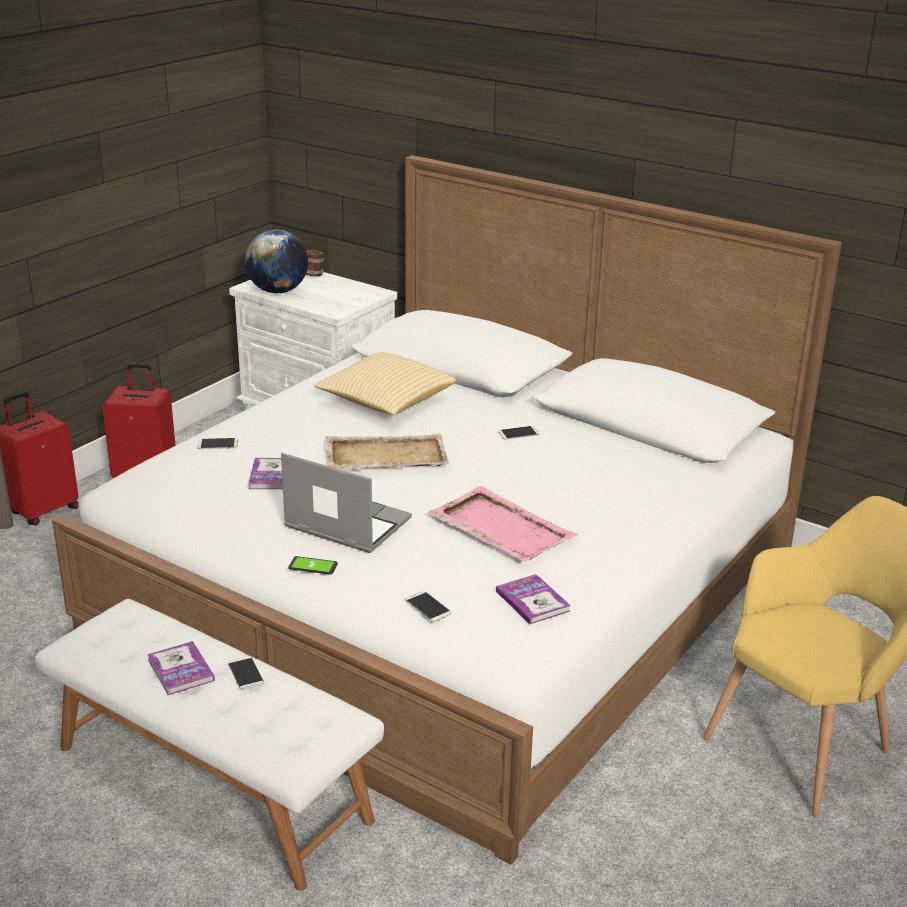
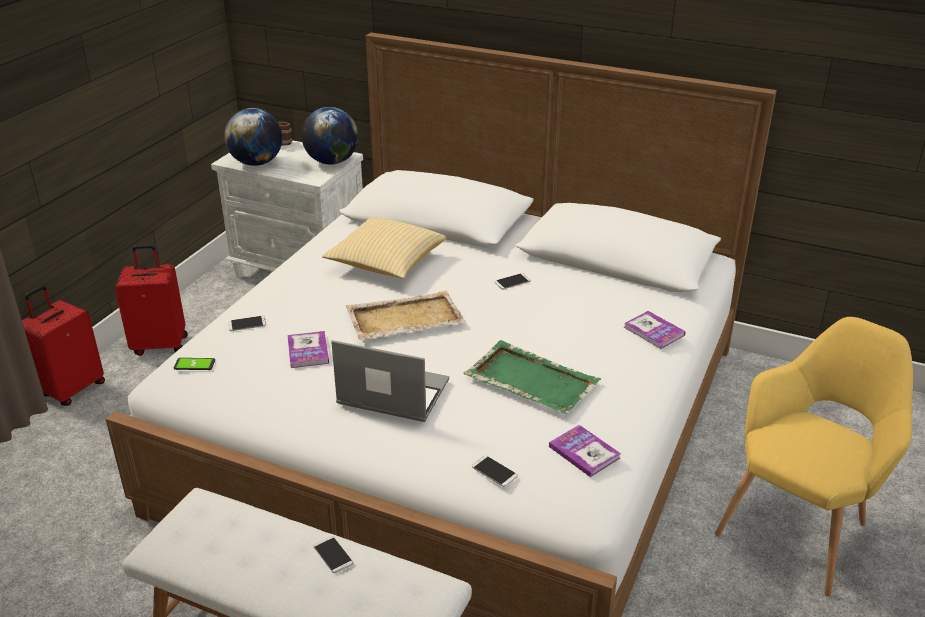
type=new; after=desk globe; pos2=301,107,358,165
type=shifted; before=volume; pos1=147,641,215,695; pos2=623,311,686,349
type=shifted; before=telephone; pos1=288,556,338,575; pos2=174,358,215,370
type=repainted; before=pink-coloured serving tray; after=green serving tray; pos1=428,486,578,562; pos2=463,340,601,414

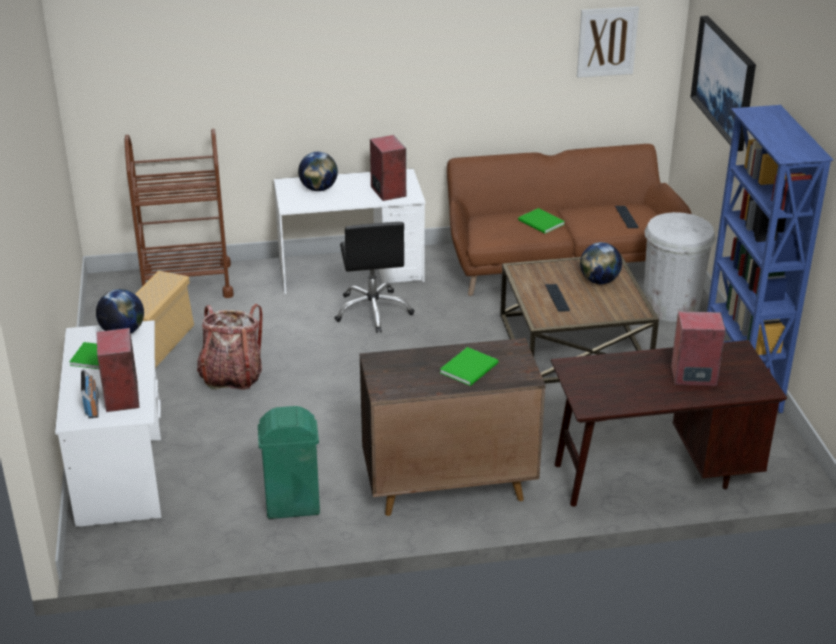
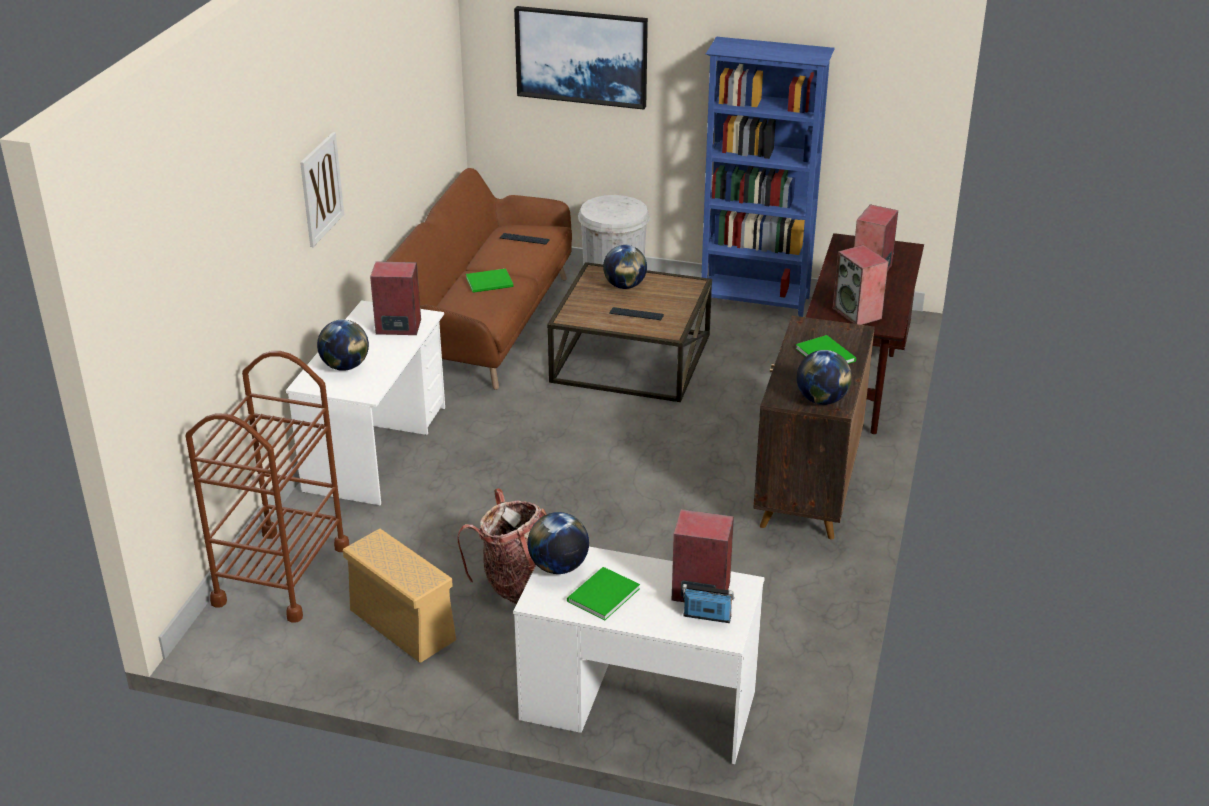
type=gone; before=green rubbish bin; pos1=258,406,320,519
type=gone; before=blackish computer chair; pos1=335,222,414,333
type=new; after=desk globe; pos2=797,350,852,405
type=new; after=speaker; pos2=833,245,888,325
type=shifted; before=wall picture; pos1=577,6,639,78; pos2=300,132,344,247

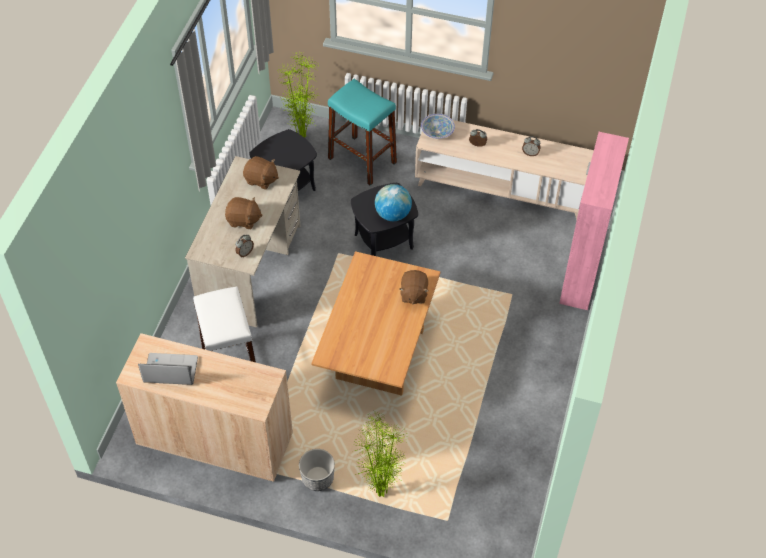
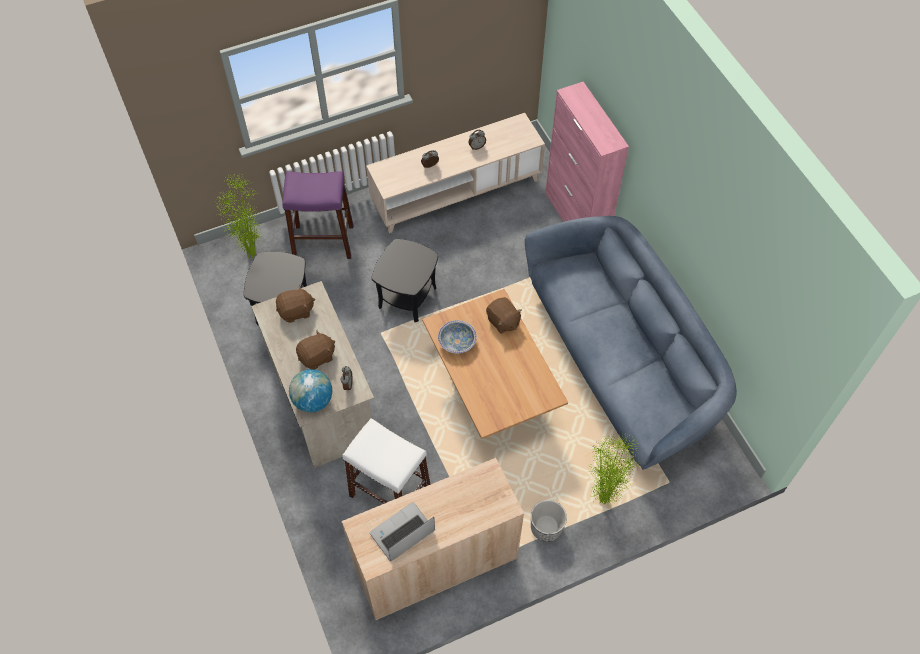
type=new; after=blue-coloured sofa; pos2=525,216,737,470
type=shifted; before=desk globe; pos1=375,184,412,221; pos2=289,369,332,412
type=shifted; before=deep dish; pos1=421,114,455,139; pos2=438,320,477,354
type=repainted; before=turquoise-coloured sitting stool; after=purplish sitting stool; pos1=328,79,397,186; pos2=282,171,353,259

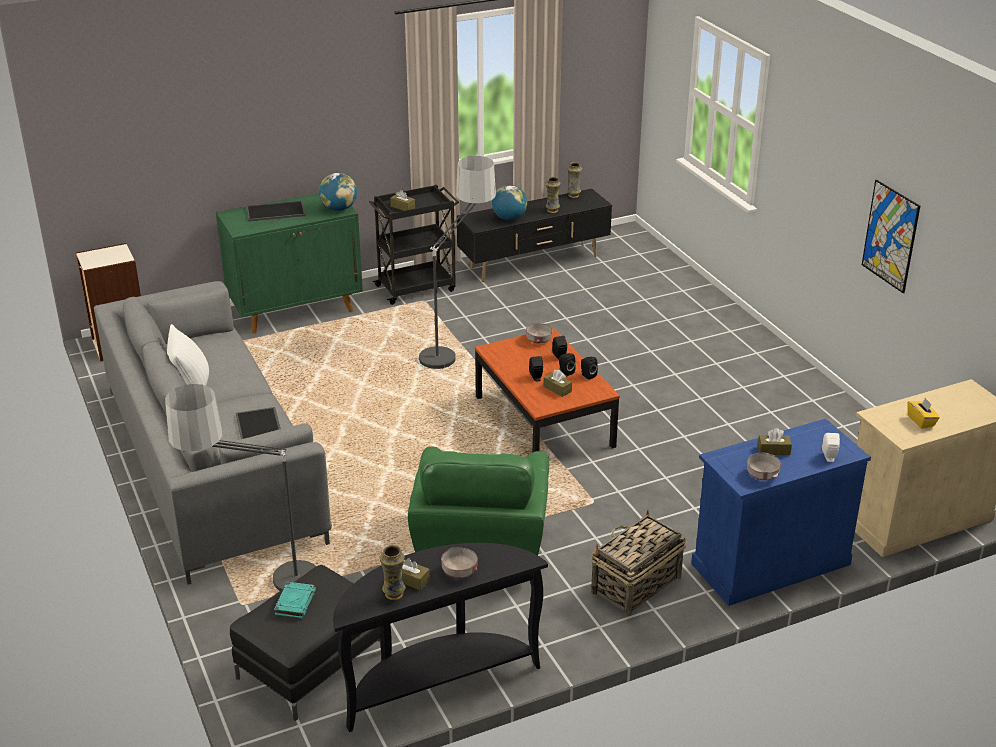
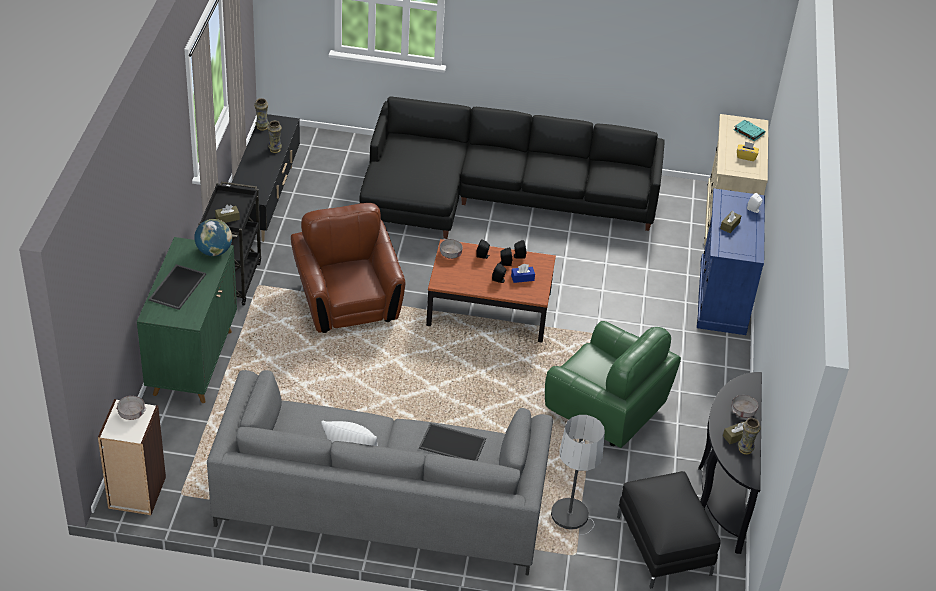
type=gone; before=desk globe; pos1=492,185,527,221
type=gone; before=household basket; pos1=591,510,686,616
type=gone; before=wall picture; pos1=862,180,920,293
type=new; after=blackish sofa; pos2=359,96,665,239
type=shifted; before=turquoise-coloured volume; pos1=274,582,316,619; pos2=734,119,765,141
type=shifted; before=gray deep dish; pos1=747,452,781,480; pos2=116,396,146,420
type=swapped; before=standard lamp; after=brown lounge chair; pos1=419,156,496,369; pos2=291,203,405,333
type=repainted; before=brown tissue box; after=blue-coloured tissue box; pos1=544,370,572,397; pos2=511,264,535,283

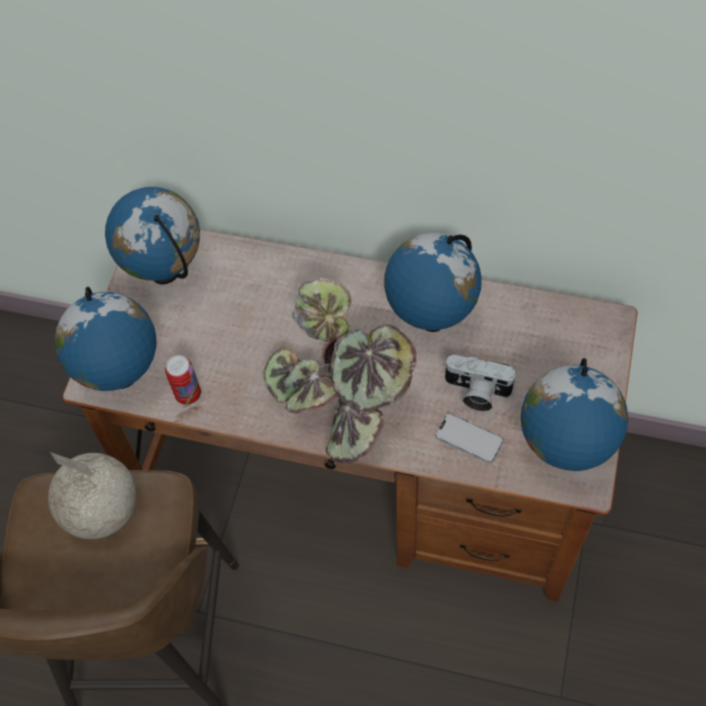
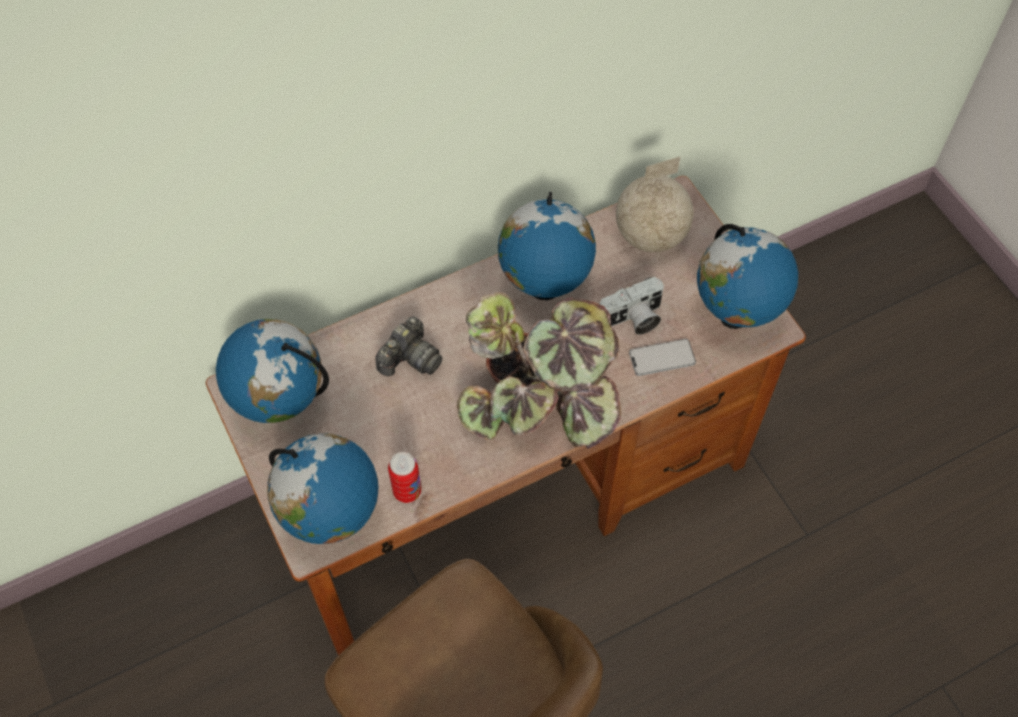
type=new; after=photo camera; pos2=375,317,443,376
type=shifted; before=desk globe; pos1=48,452,136,539; pos2=616,156,694,252

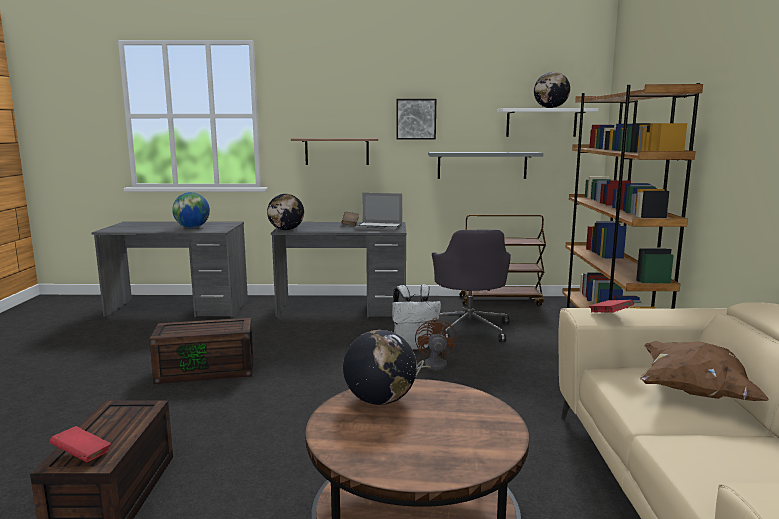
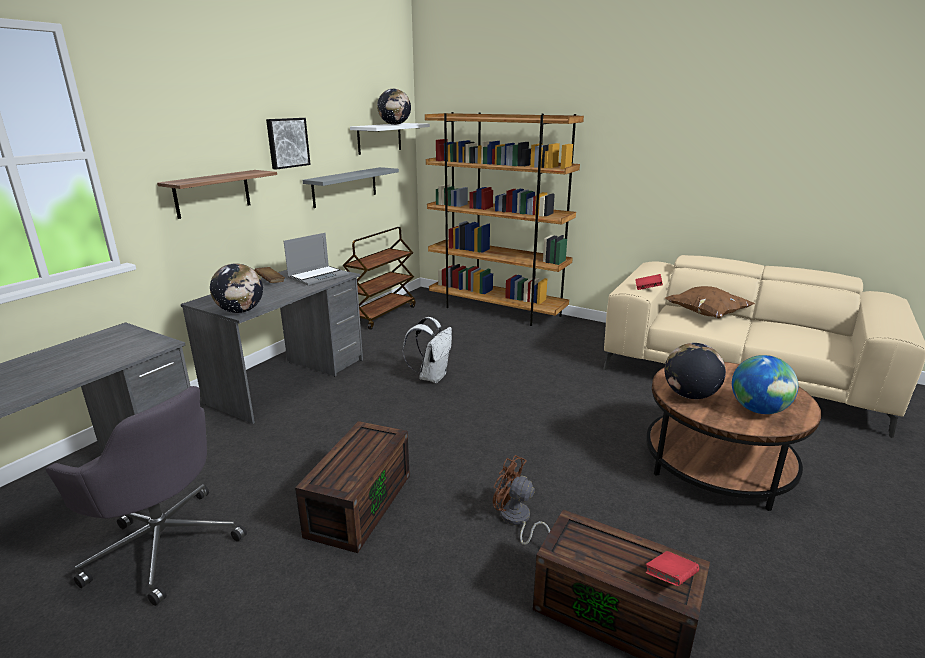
type=shifted; before=desk globe; pos1=172,192,210,228; pos2=732,355,798,414
type=shifted; before=brown electric fan; pos1=415,317,457,378; pos2=493,455,550,545
type=shifted; before=gray computer chair; pos1=432,230,511,342; pos2=45,386,247,606

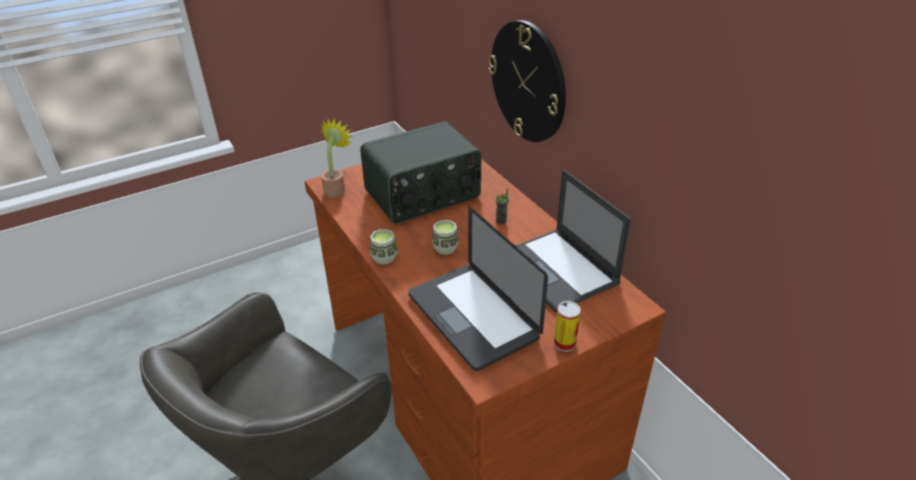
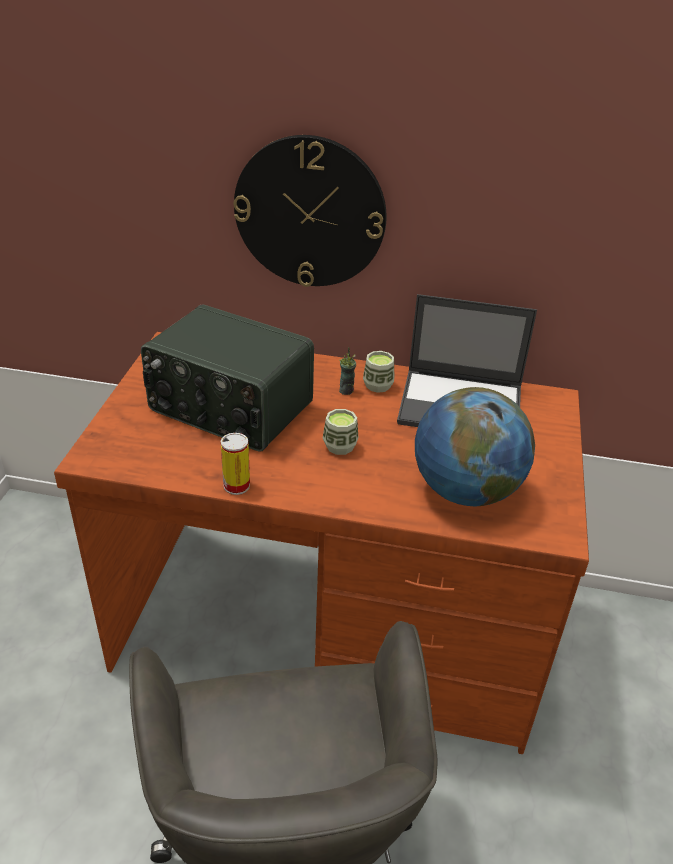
type=gone; before=plant in a pot; pos1=321,118,353,197
type=shifted; before=cup; pos1=370,229,398,264; pos2=363,351,394,393
type=shifted; before=sealed can; pos1=554,301,581,352; pos2=220,433,250,495
type=swapped; before=laptop; after=desk globe; pos1=408,207,548,371; pos2=415,387,535,506
type=rotated; before=radio receiver; pos1=360,122,481,224; pos2=141,304,314,452; turn=105

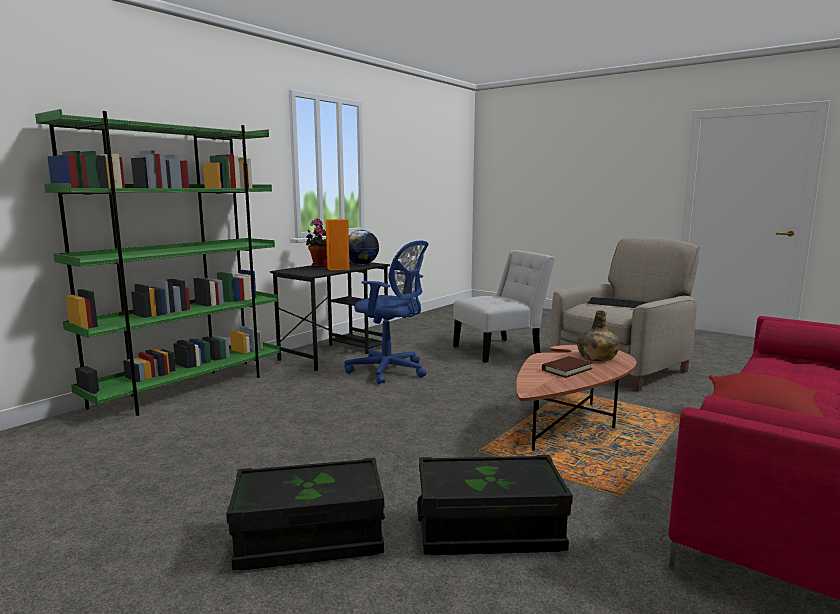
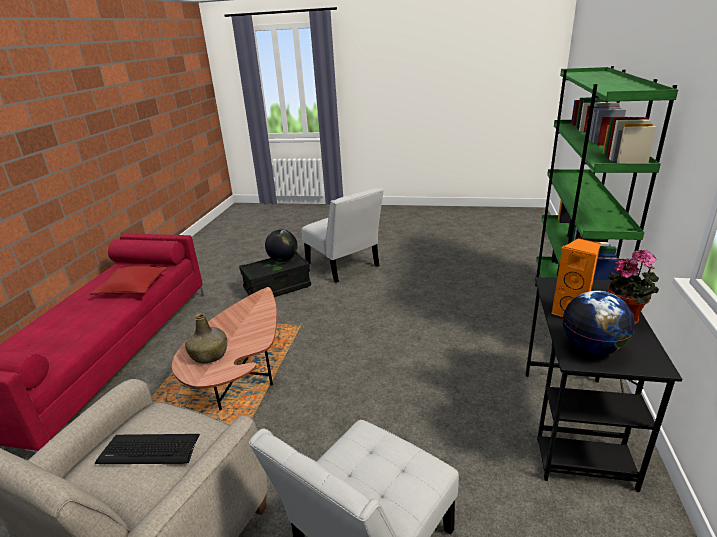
type=gone; before=blue-coloured computer chair; pos1=344,241,429,384
type=gone; before=brown volume; pos1=542,356,593,378
type=new; after=desk globe; pos2=265,229,297,262
type=swapped; before=blackish storage container; after=white chair; pos1=226,457,385,571; pos2=302,187,384,283

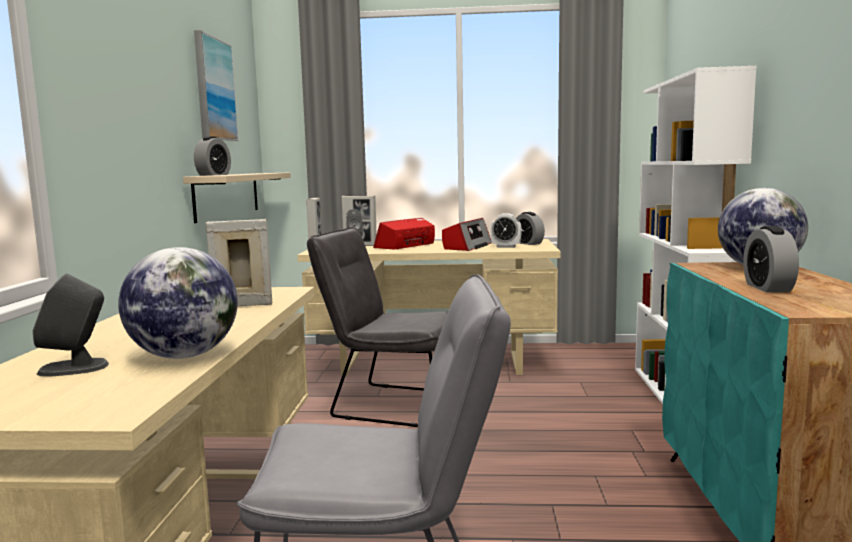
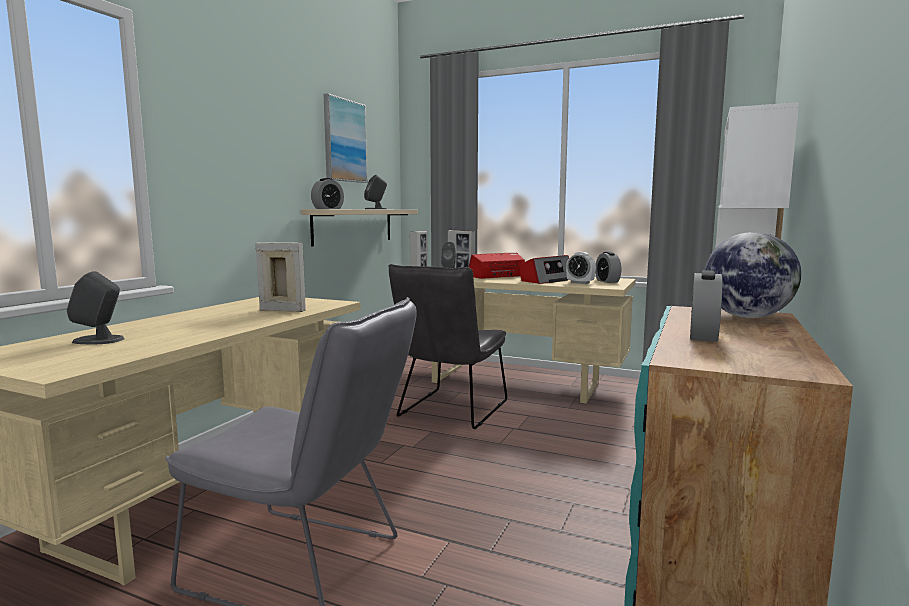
type=gone; before=desk globe; pos1=118,247,238,359
type=new; after=gray speaker; pos2=364,175,387,209
type=rotated; before=gray chair; pos1=307,227,448,427; pos2=388,264,507,429; turn=-105

